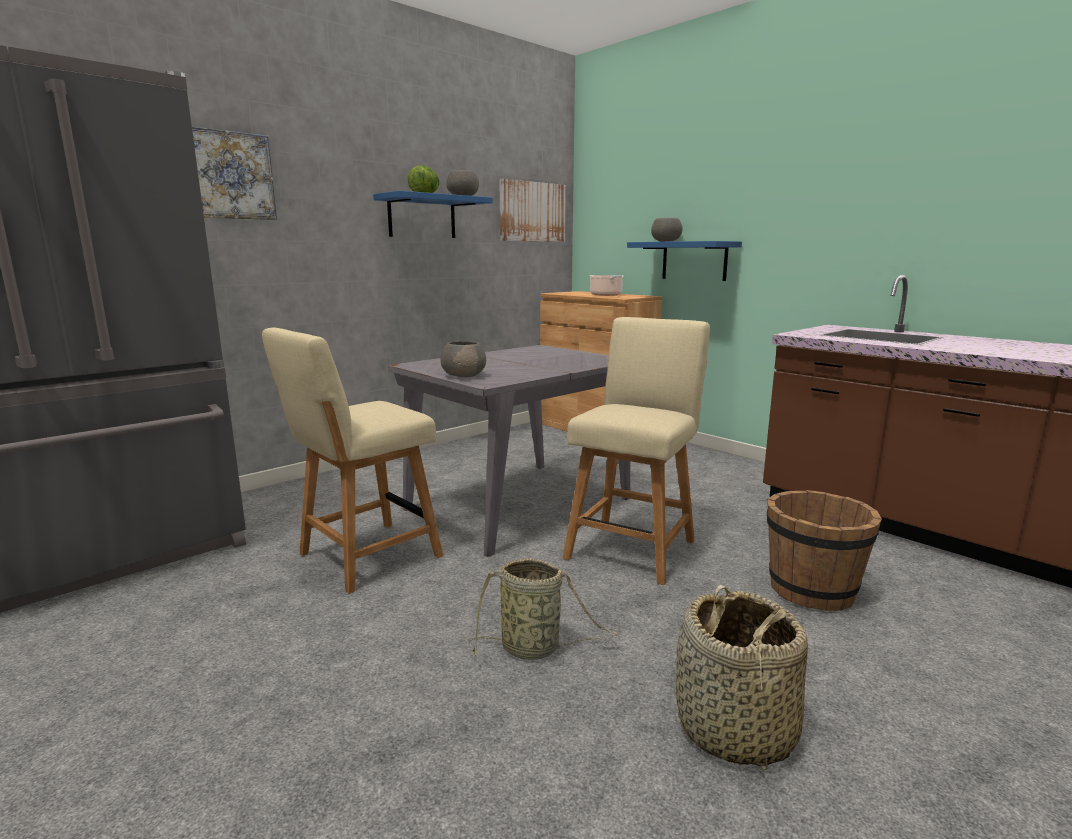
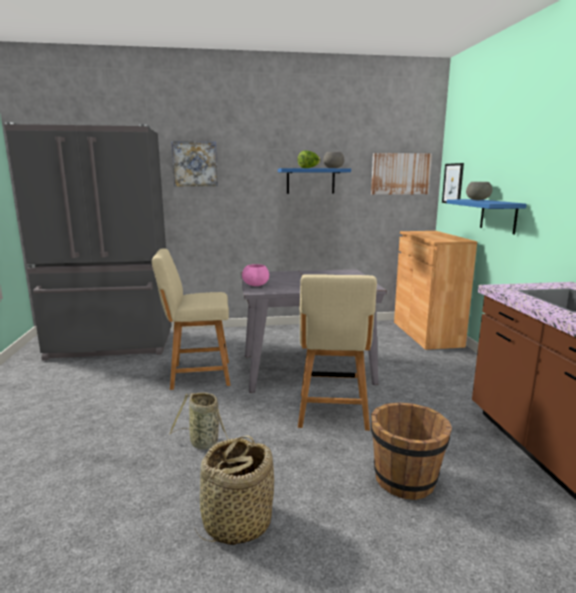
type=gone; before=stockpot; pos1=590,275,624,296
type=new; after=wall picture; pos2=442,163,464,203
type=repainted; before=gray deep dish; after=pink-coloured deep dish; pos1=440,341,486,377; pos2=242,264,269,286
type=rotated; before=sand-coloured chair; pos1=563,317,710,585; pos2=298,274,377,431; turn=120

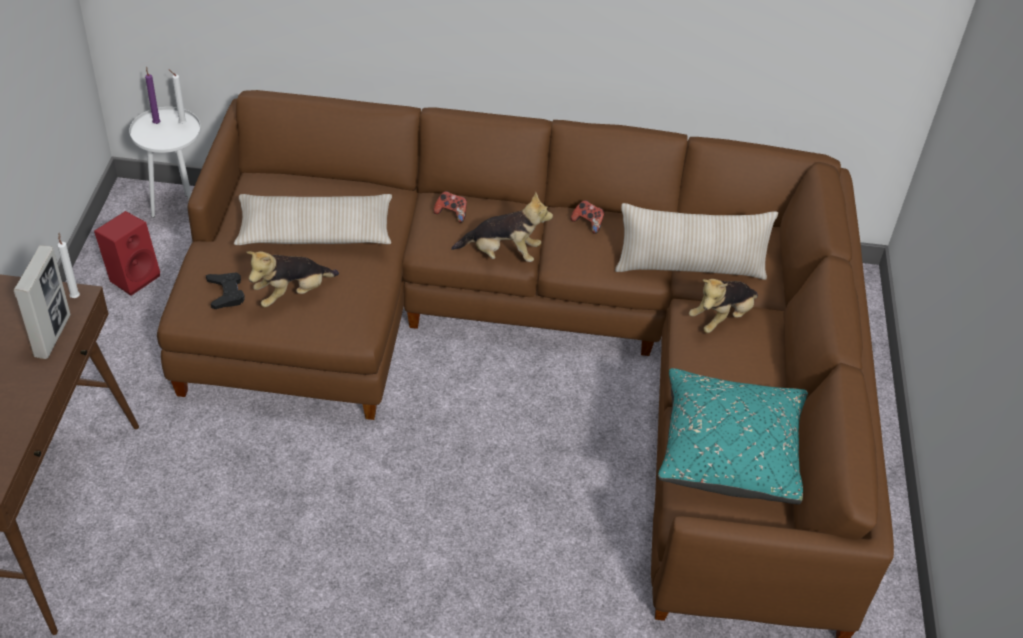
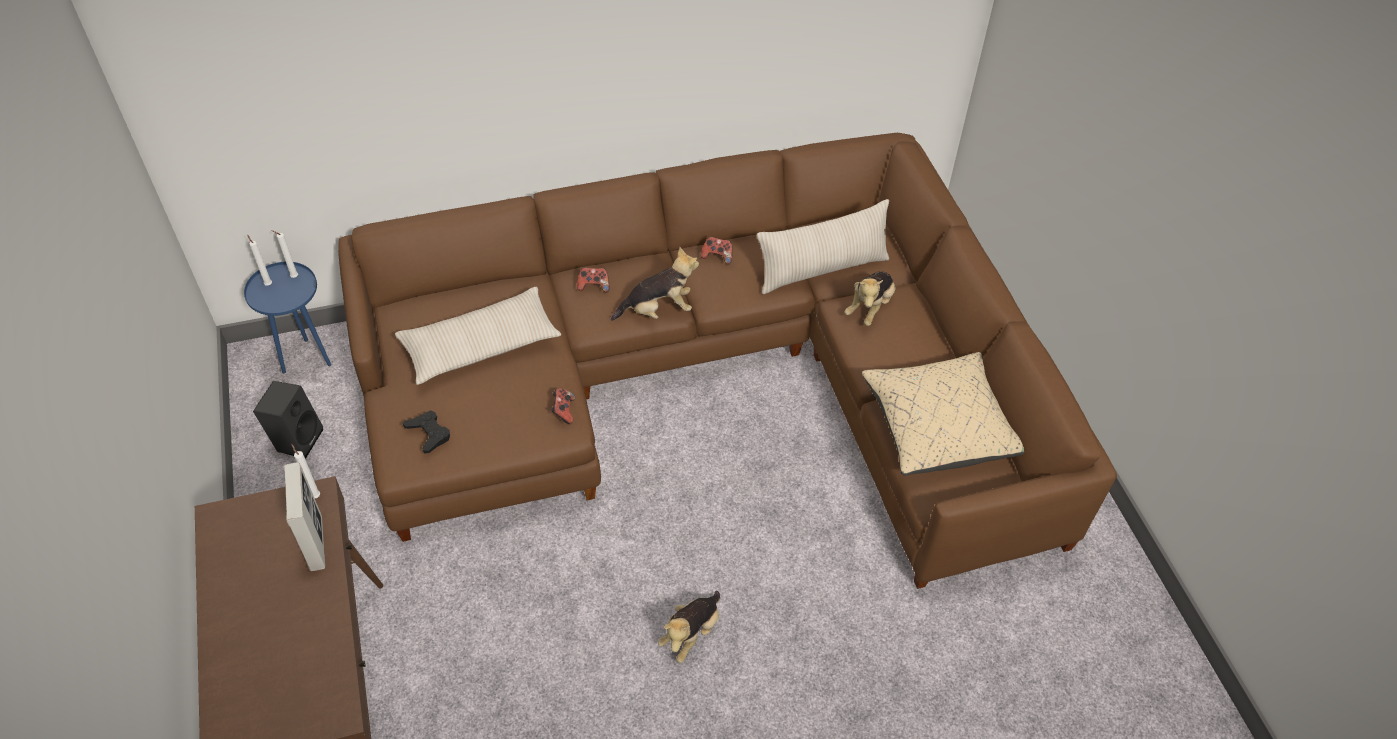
type=new; after=joypad; pos2=551,389,575,424
type=shifted; before=plush toy; pos1=246,251,339,307; pos2=658,591,720,663
type=repainted; before=red speaker; after=blackish speaker; pos1=94,211,160,296; pos2=253,381,323,459
type=repainted; before=white side table; after=blue-coloured side table; pos1=129,107,201,218; pos2=244,262,331,374
type=repainted; before=purplish wax candle; after=white wax candle; pos1=145,67,160,124; pos2=247,234,272,286
type=repainted; before=turquoise-coloured throw pillow; after=sand-coloured throw pillow; pos1=658,368,808,505; pos2=862,352,1024,476

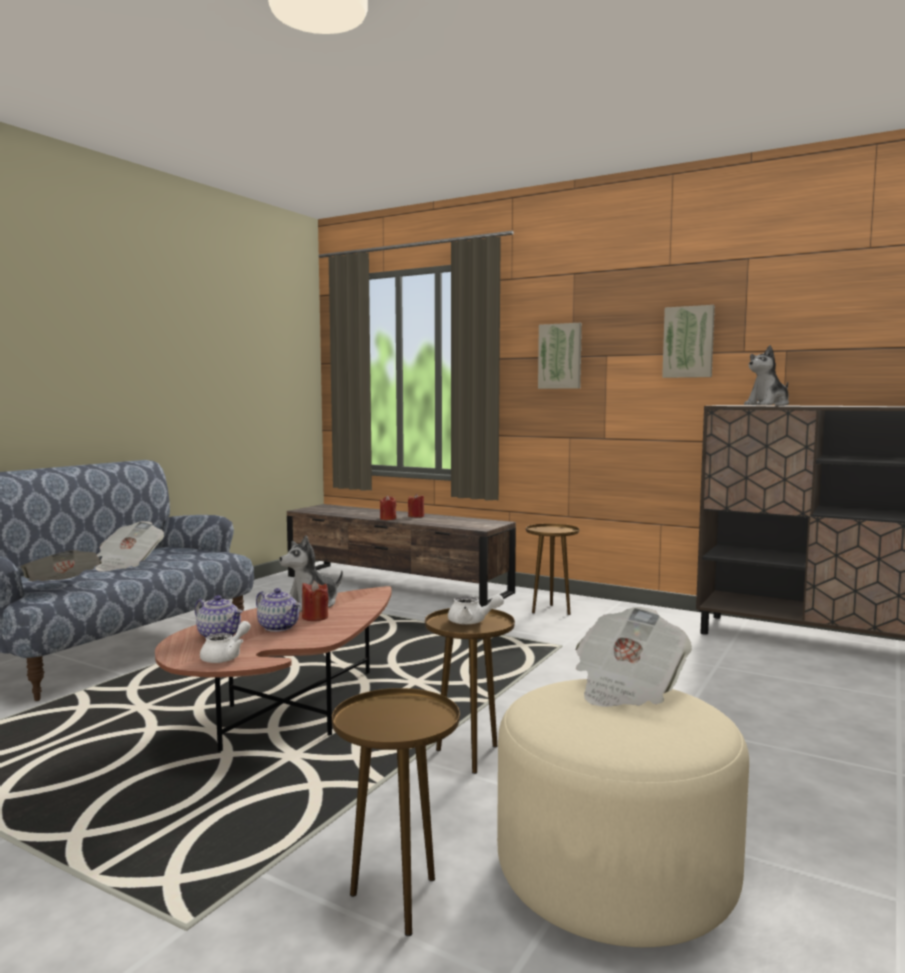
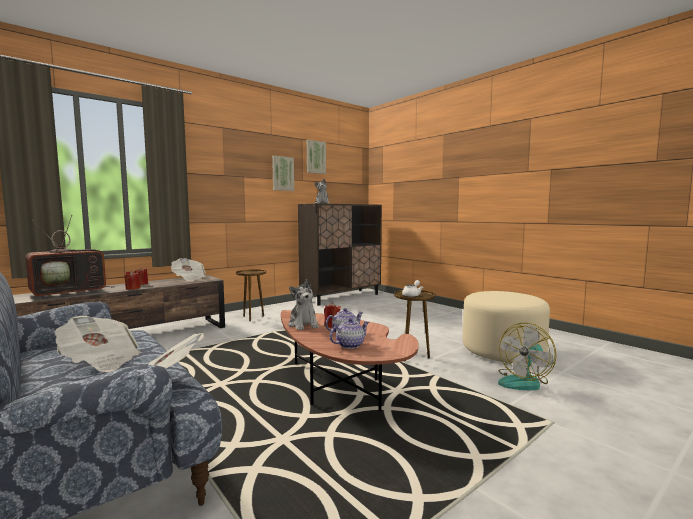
type=gone; before=white tea pot; pos1=200,621,251,663
type=new; after=TV set; pos2=25,215,114,298
type=shifted; before=wall picture; pos1=538,323,582,389; pos2=307,140,326,174
type=shifted; before=newspaper; pos1=575,607,692,707; pos2=171,258,206,281
type=swapped; before=brown side table; after=electric fan; pos1=332,688,460,936; pos2=498,323,557,390

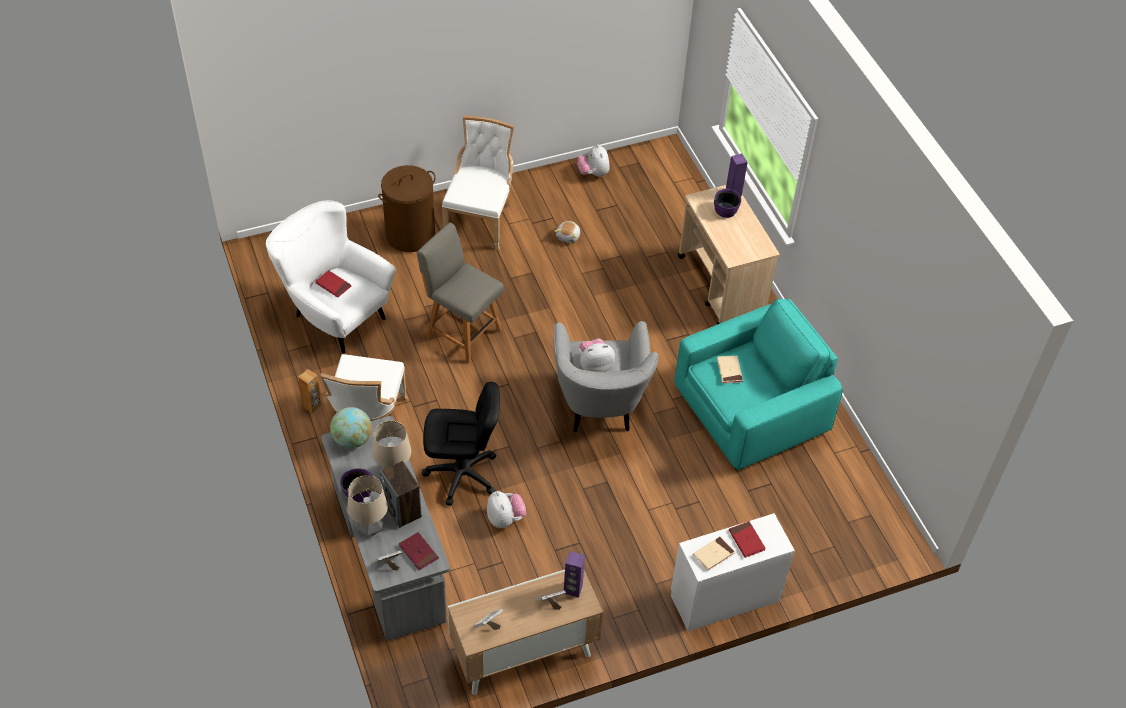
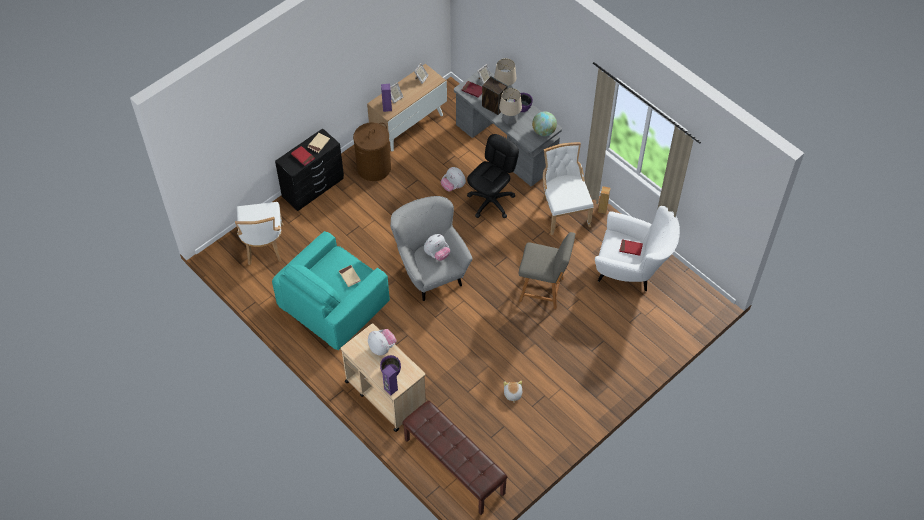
type=new; after=brown indoor bench; pos2=402,401,508,515
type=shifted; before=brown laundry basket; pos1=378,165,436,252; pos2=353,122,391,181
type=shifted; before=white chair; pos1=442,116,514,250; pos2=235,202,284,265
type=shifted; before=plush toy; pos1=577,144,610,177; pos2=368,329,396,356
type=repainted; before=white chest of drawers; after=blackish chest of drawers; pos1=671,513,795,632; pos2=275,128,344,211
type=rotated; before=blackish computer chair; pos1=422,382,500,506; pos2=467,134,519,219; turn=150

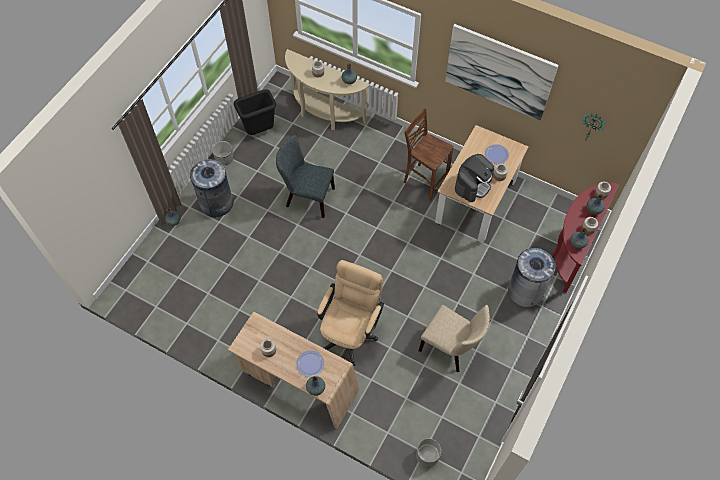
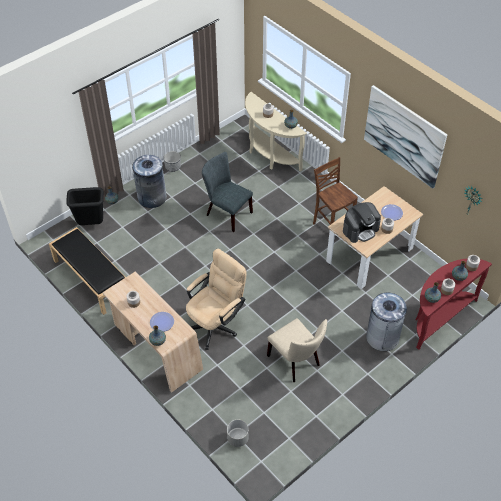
type=new; after=blackish indoor bench; pos2=49,227,126,315
type=shifted; before=blackish rubbish bin; pos1=234,89,276,135; pos2=66,187,104,225

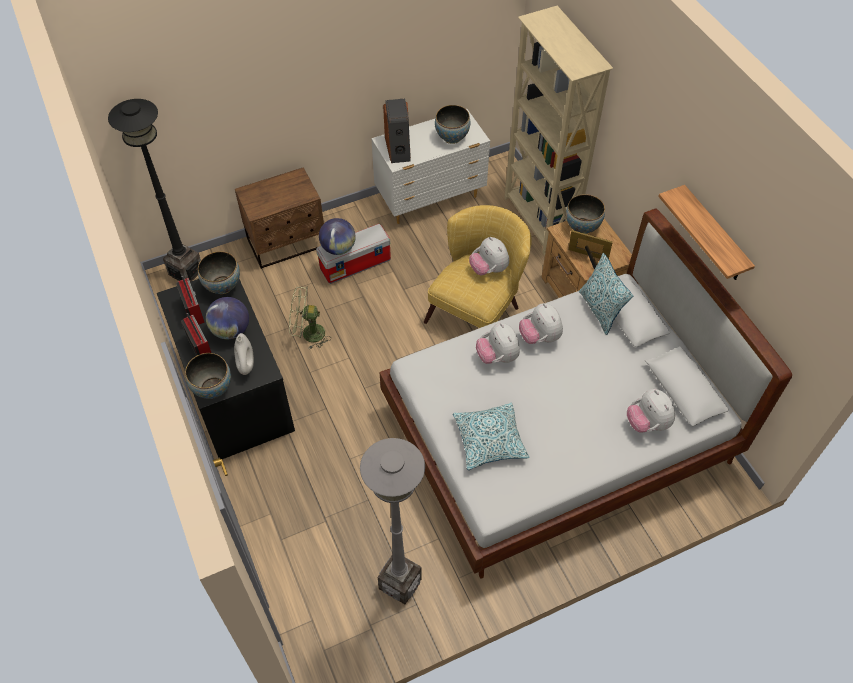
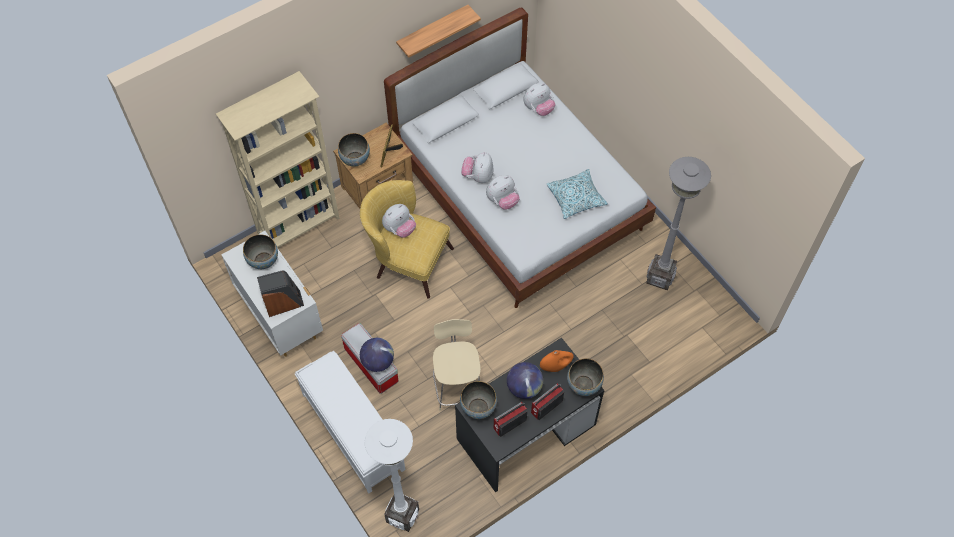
type=gone; before=throw pillow; pos1=579,253,633,335
type=swapped; before=brown bedside table; after=white indoor bench; pos1=235,167,324,269; pos2=295,351,405,494
type=swapped; before=green electric fan; after=sand-coloured chair; pos1=289,286,332,350; pos2=433,319,481,411
type=repainted; before=blackish standard lamp; after=white standard lamp; pos1=108,99,201,282; pos2=365,419,419,532
type=repainted; before=white flower vase; after=orange flower vase; pos1=234,333,254,375; pos2=540,350,574,372
type=rotated; before=plush toy; pos1=519,303,563,344; pos2=461,152,494,183; turn=135

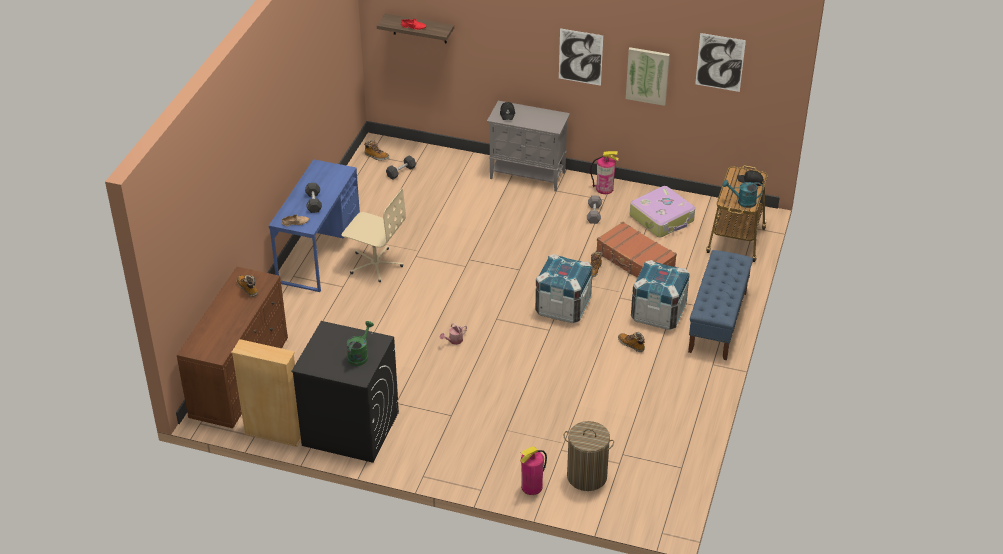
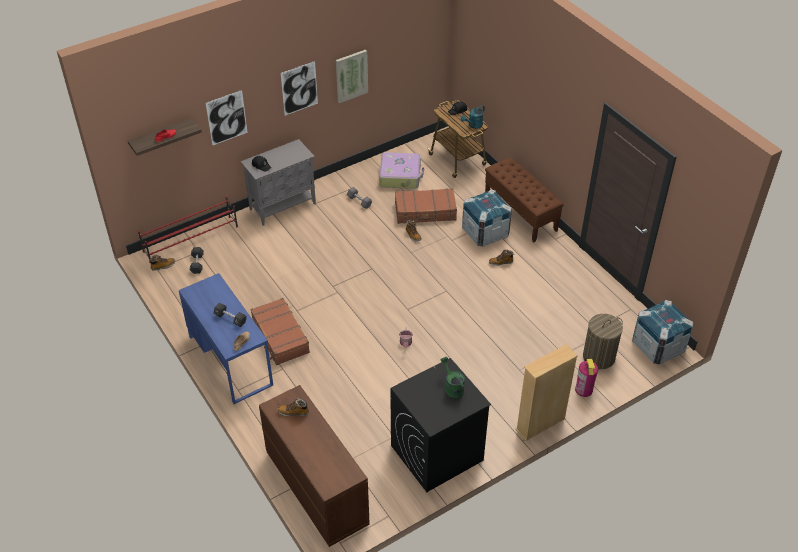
type=gone; before=extinguisher; pos1=590,151,619,194
type=new; after=red shoe rack; pos2=138,196,238,261
type=shifted; before=sand-coloured bookcase; pos1=231,339,301,447; pos2=515,344,578,441
type=shifted; before=shipping crate; pos1=535,254,593,323; pos2=632,300,693,365
type=shifted; before=wall picture; pos1=695,33,746,92; pos2=206,90,248,145
type=swapped; before=sand-coloured computer chair; after=brown travel case; pos1=342,188,406,282; pos2=250,298,310,365
type=repainted; before=blue-coloured indoor bench; after=brown indoor bench; pos1=688,250,753,360; pos2=485,158,564,242

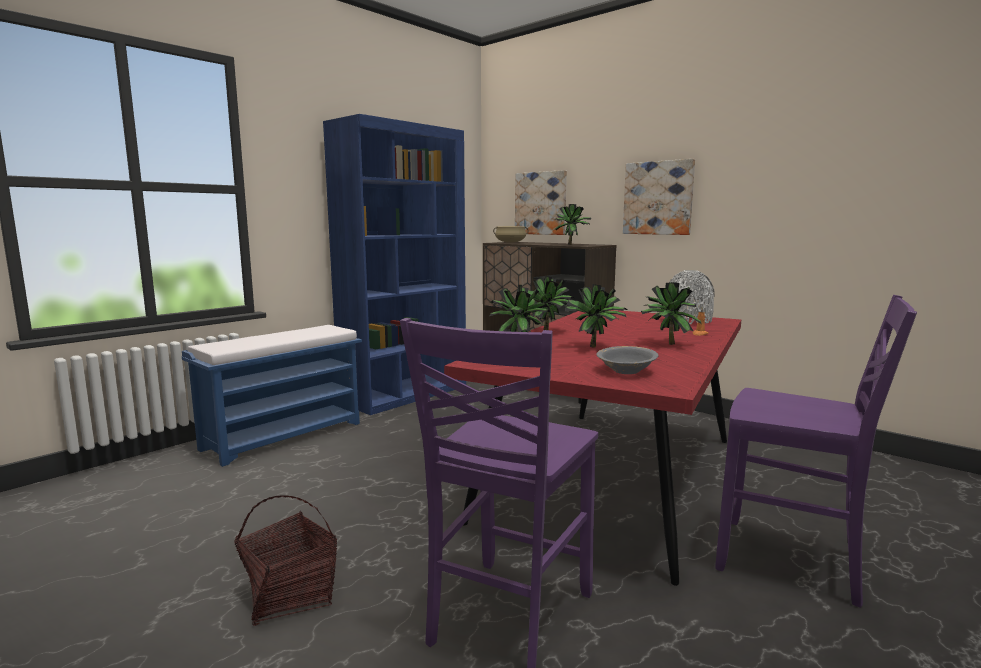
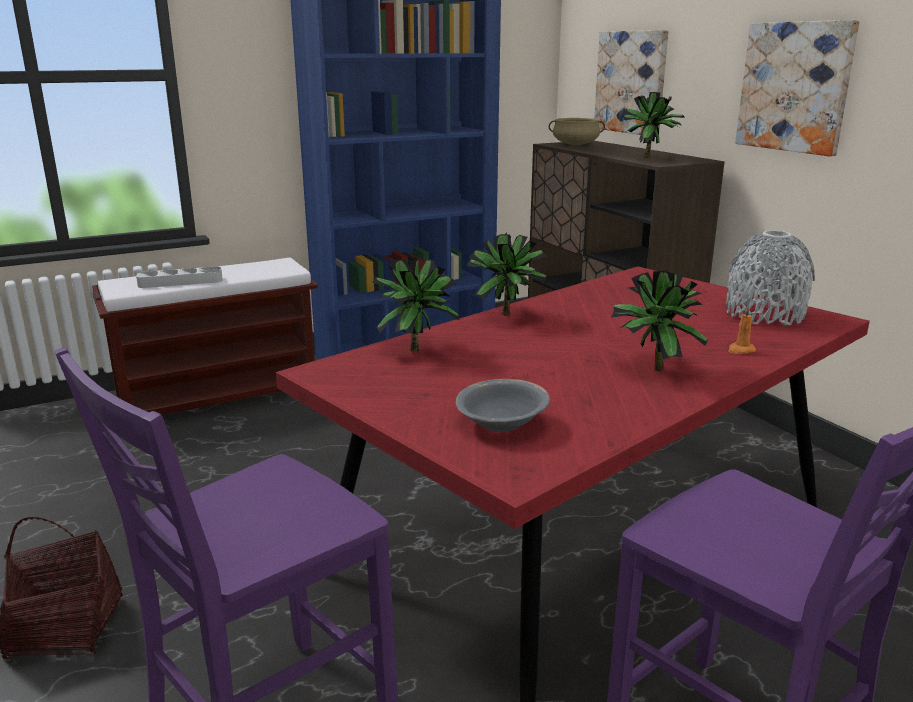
type=gone; before=plant in a pot; pos1=564,284,627,348
type=new; after=gray serving tray; pos2=136,267,222,288
type=repainted; before=blue-coloured indoor bench; after=brown indoor bench; pos1=182,325,362,467; pos2=92,257,318,415

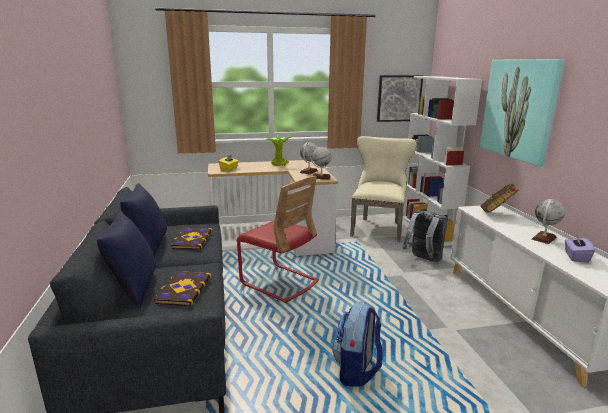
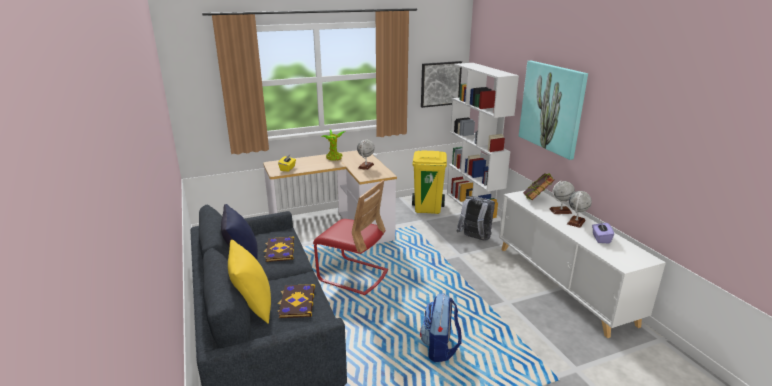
type=shifted; before=desk globe; pos1=310,146,332,179; pos2=549,181,575,214
type=swapped; before=sand-coloured chair; after=yellowish rubbish bin; pos1=350,136,417,242; pos2=412,150,447,214
type=repainted; before=blue-coloured throw pillow; after=yellowish throw pillow; pos1=97,210,156,308; pos2=228,240,271,323

